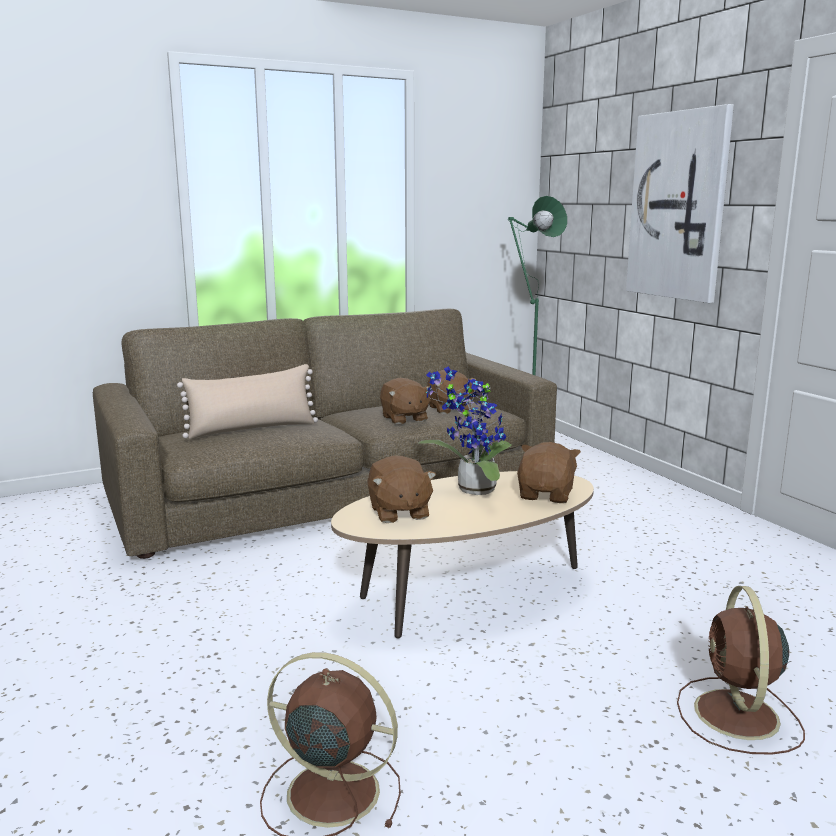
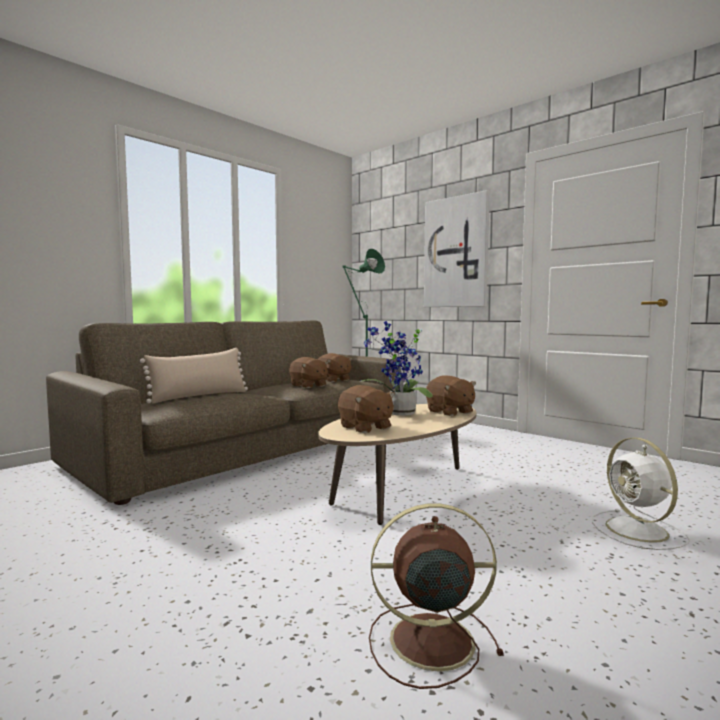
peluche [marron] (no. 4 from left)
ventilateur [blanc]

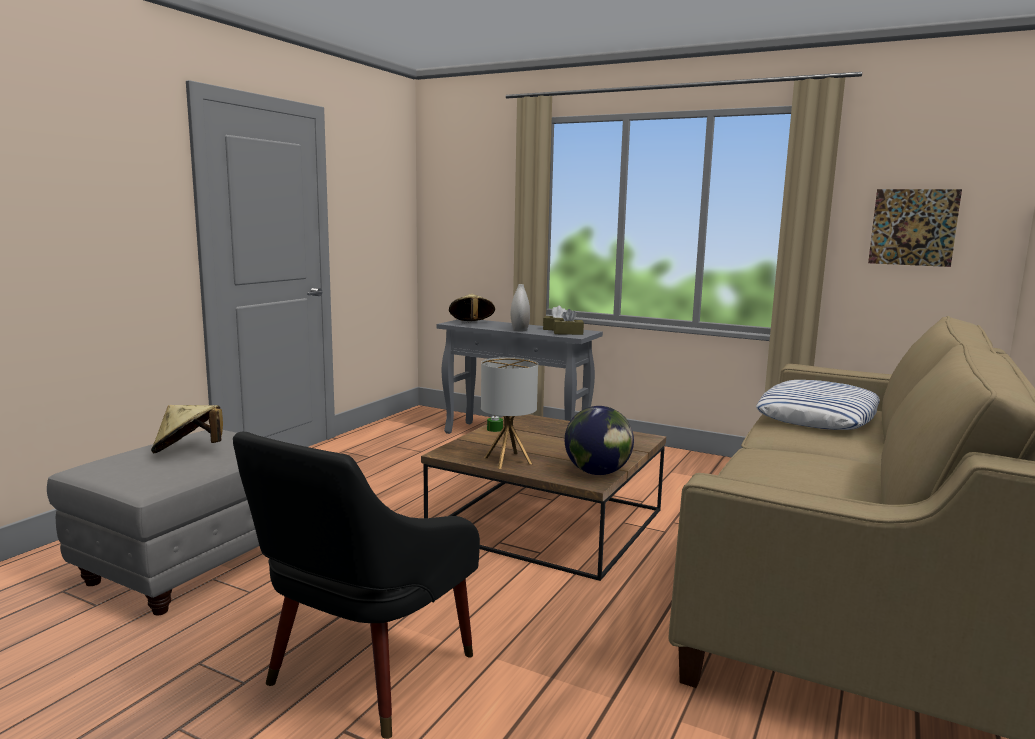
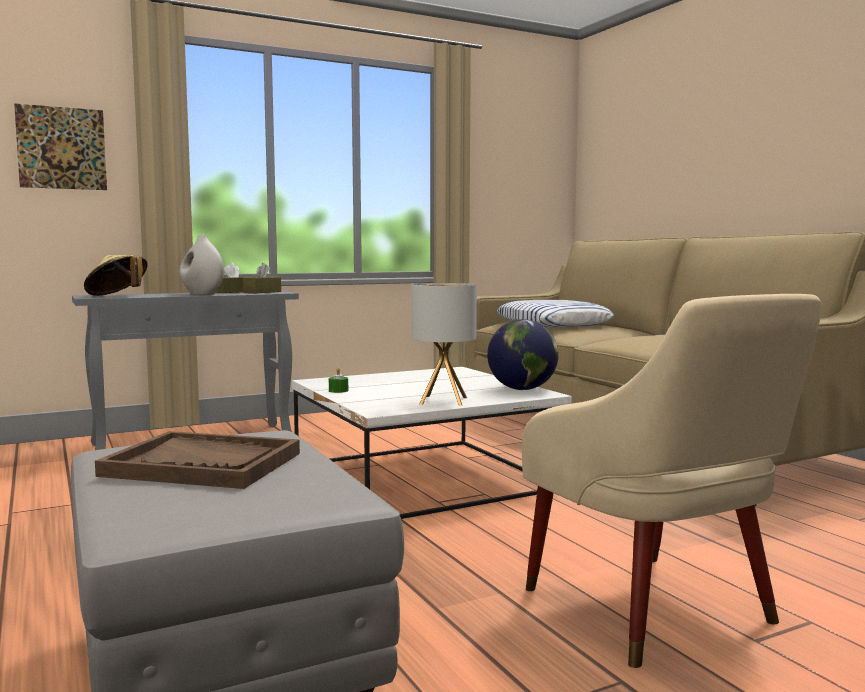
tableau
plateau [marron]
table basse [blanc]
fauteuil [beige]

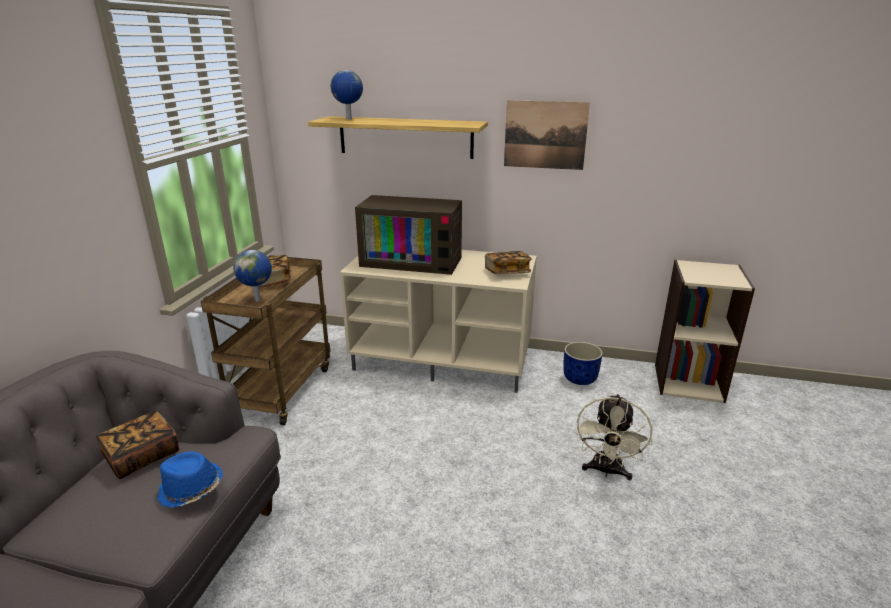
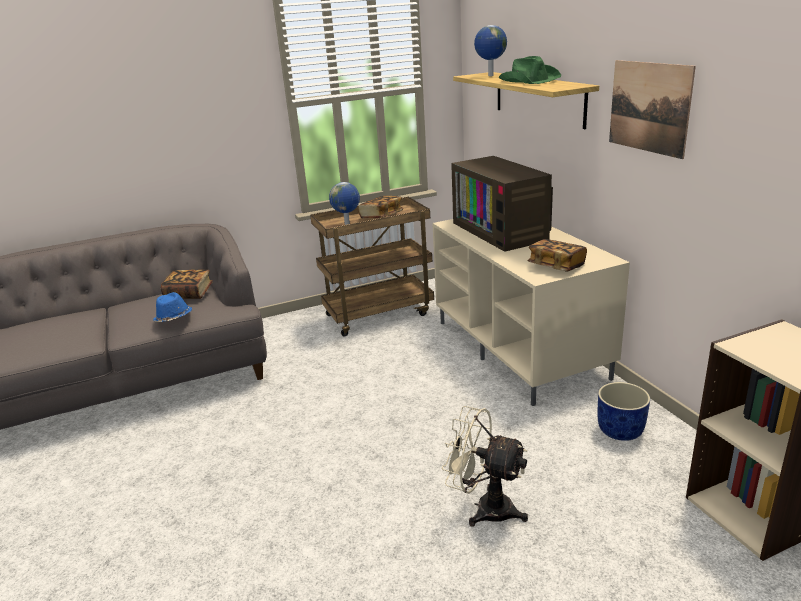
ventilateur [beige]
chapeau [vert]

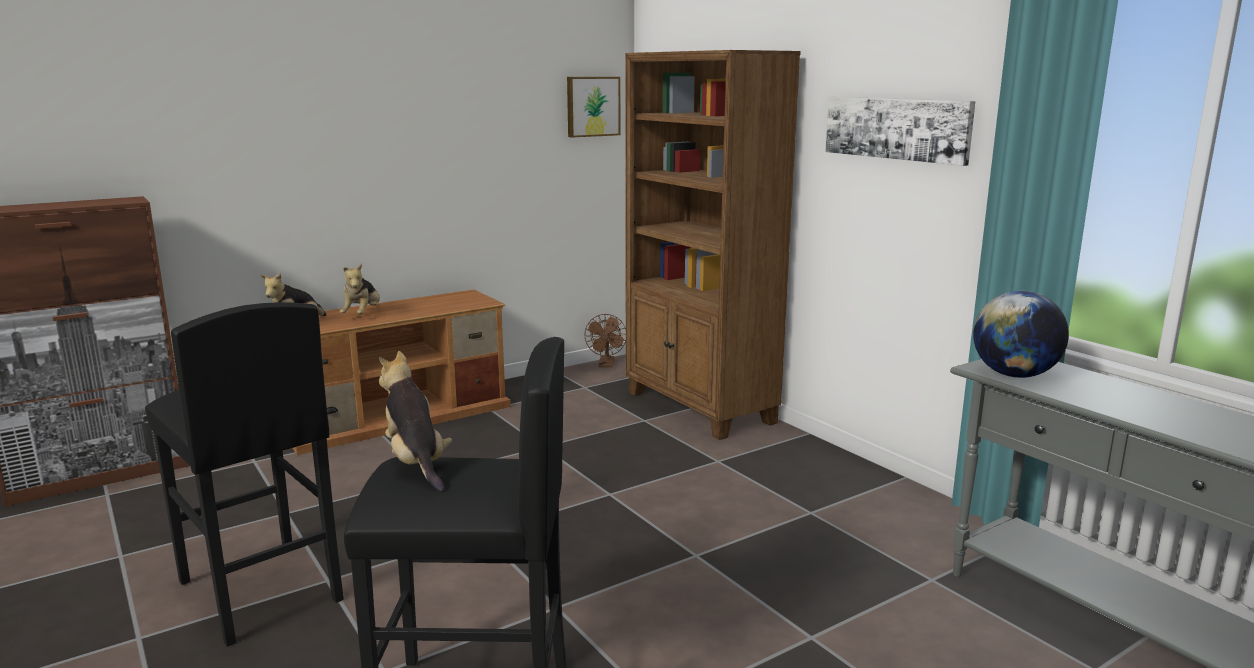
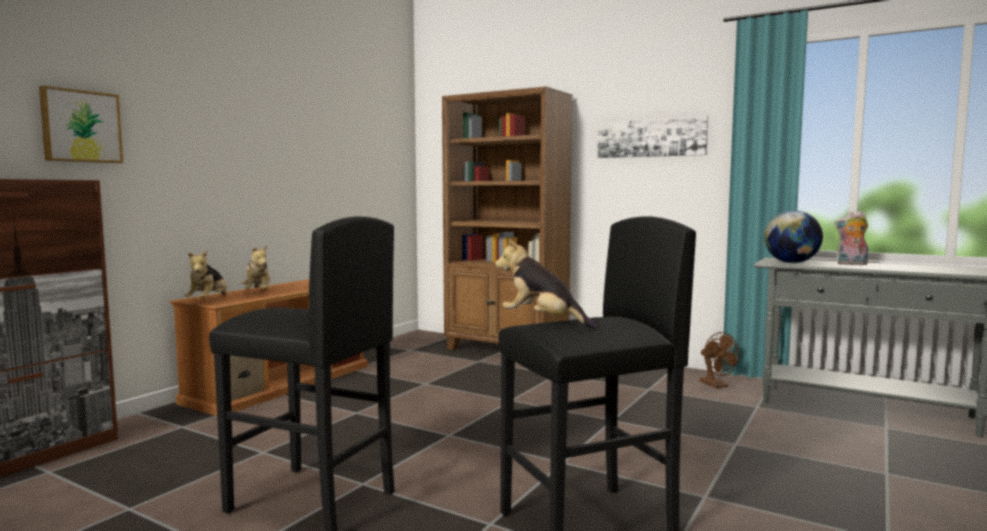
tableau (no. 1 from left)
ventilateur [marron]
peluche (no. 4 from left)

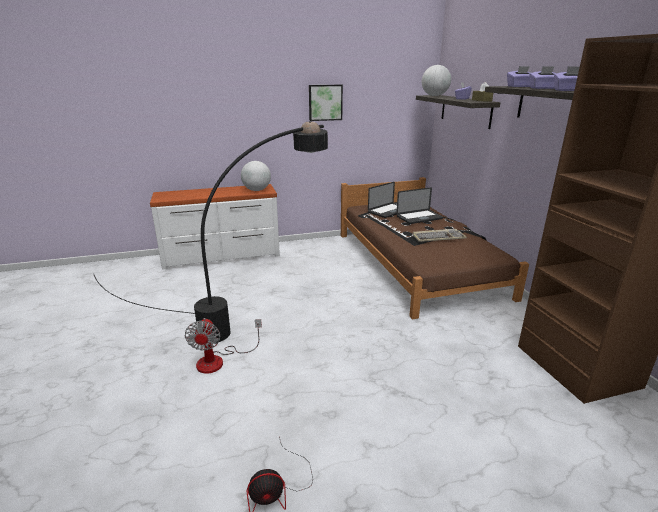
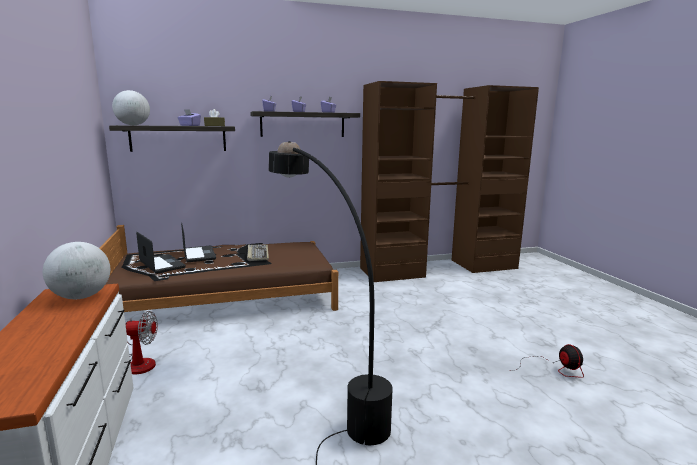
ventilateur (no. 1 from left)
tableau

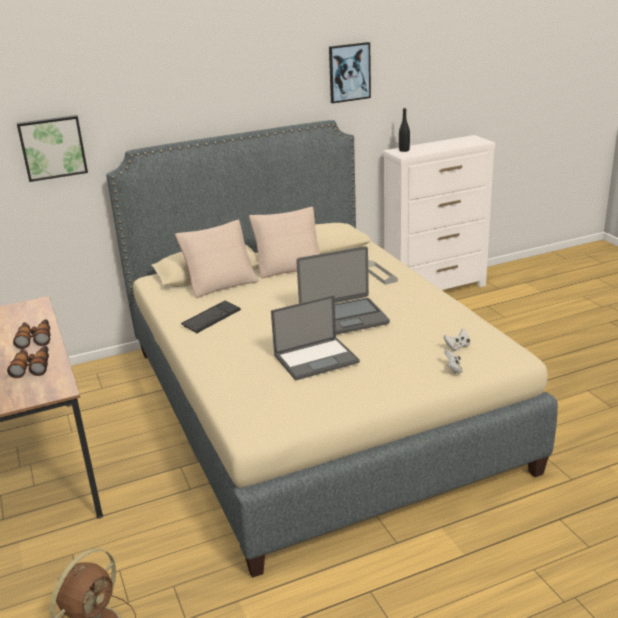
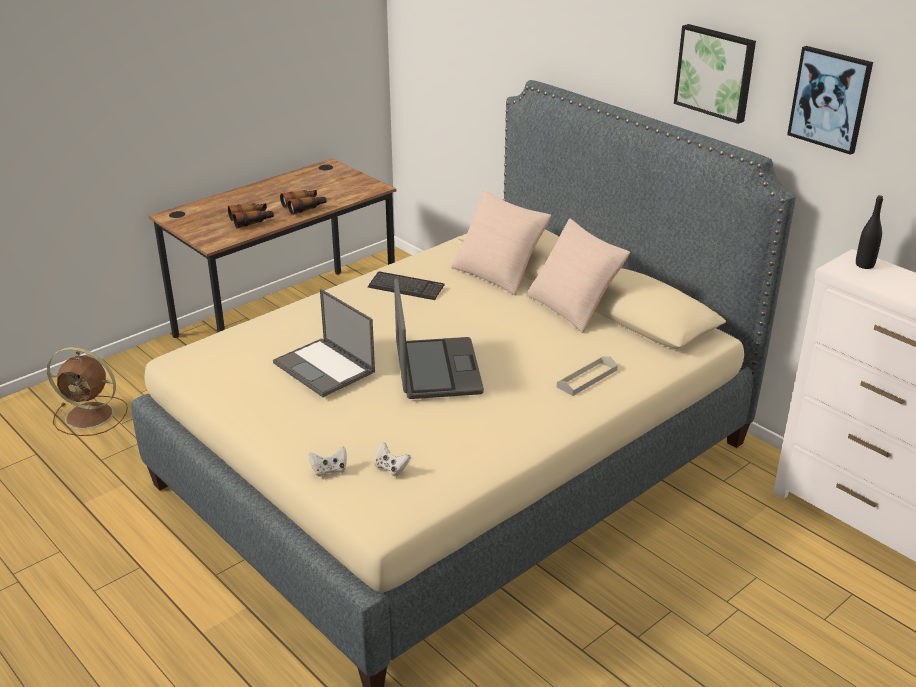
ordinateur portable (no. 2 from left)
tableau (no. 1 from left)

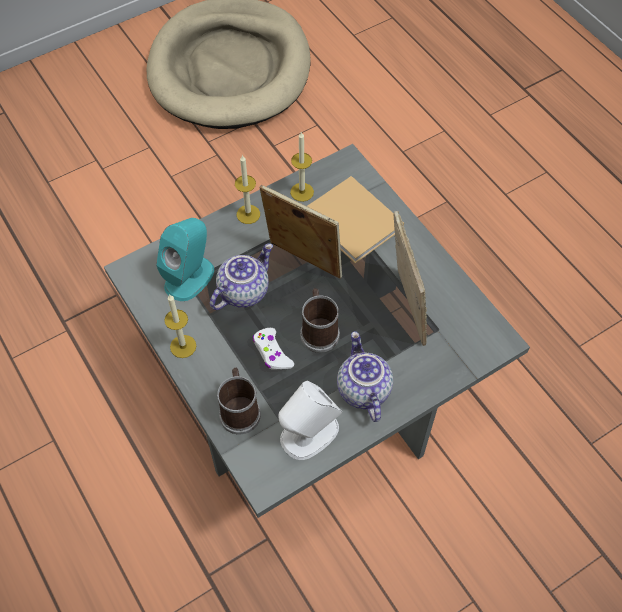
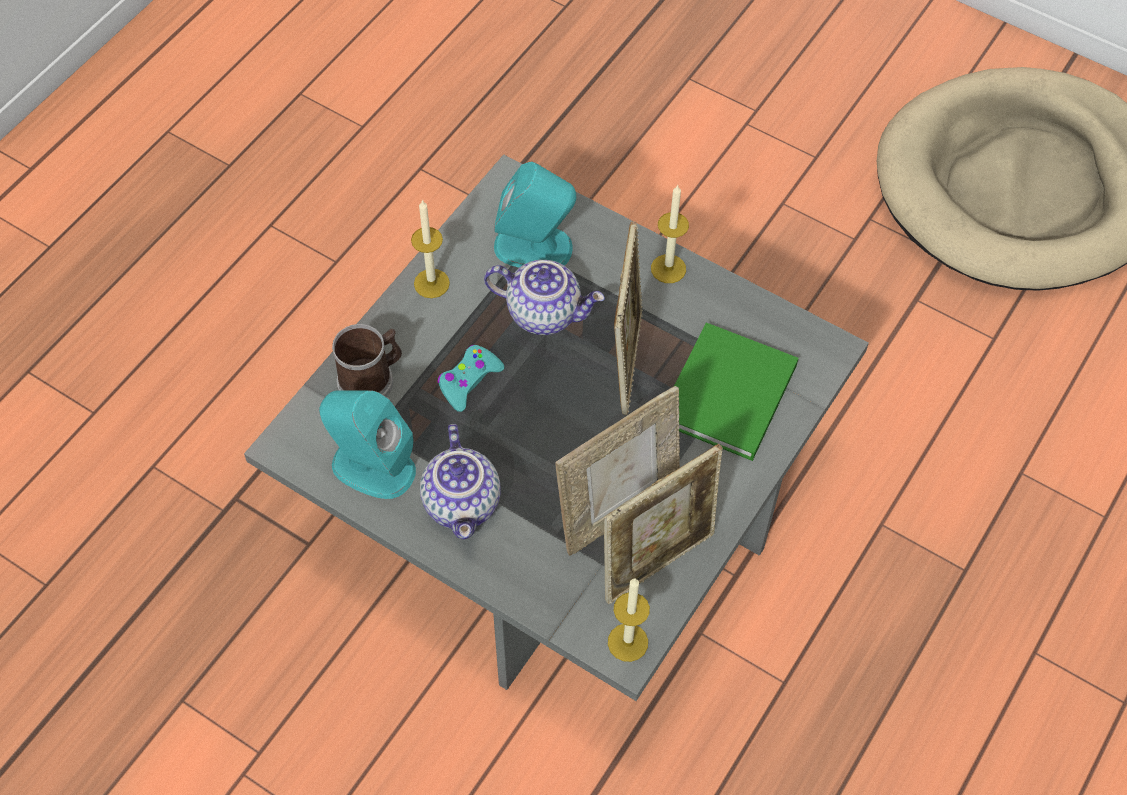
enceinte [turquoise] (no. 1 from left)
théière (no. 1 from left)
manette [turquoise]
cadre photo (no. 3 from left)
bougie (no. 2 from left)
livre [vert]
mug (no. 2 from left in the first image)

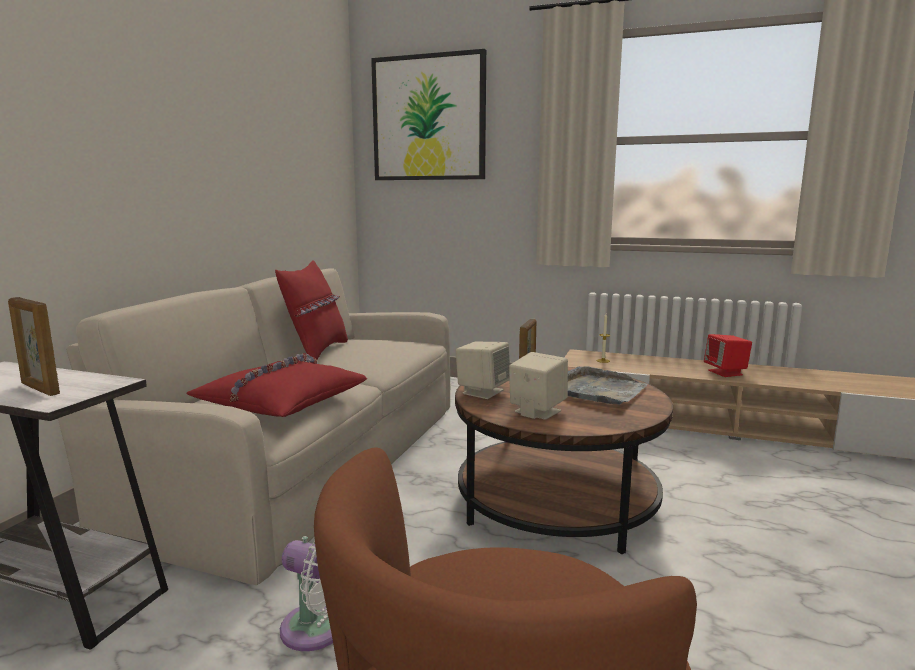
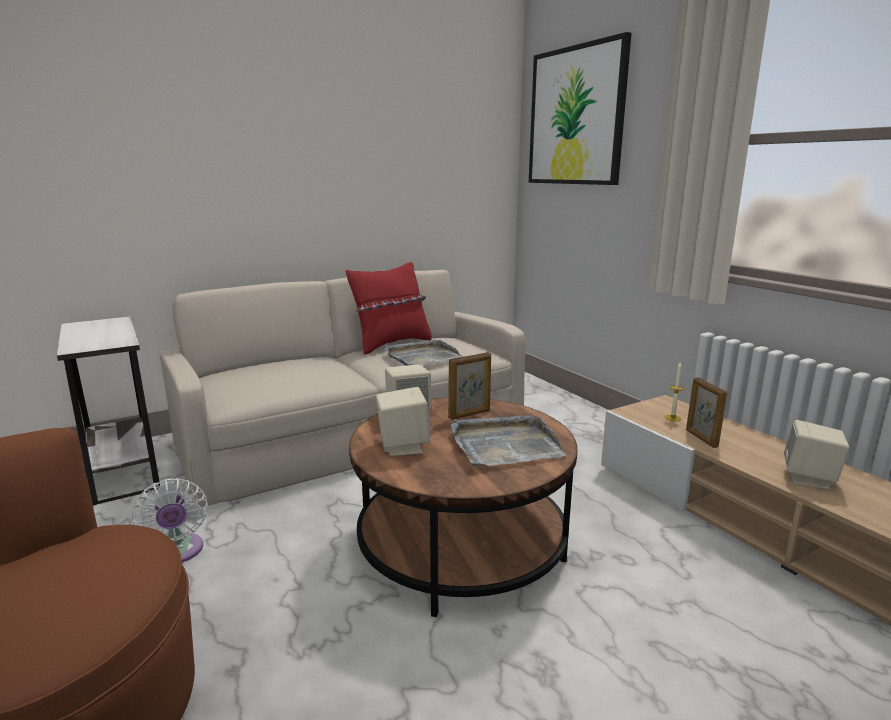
plateau [gris] (no. 1 from left)
cadre photo (no. 2 from left)
enceinte [beige] (no. 3 from left)
coussin [rouge] (no. 1 from left in the first image)

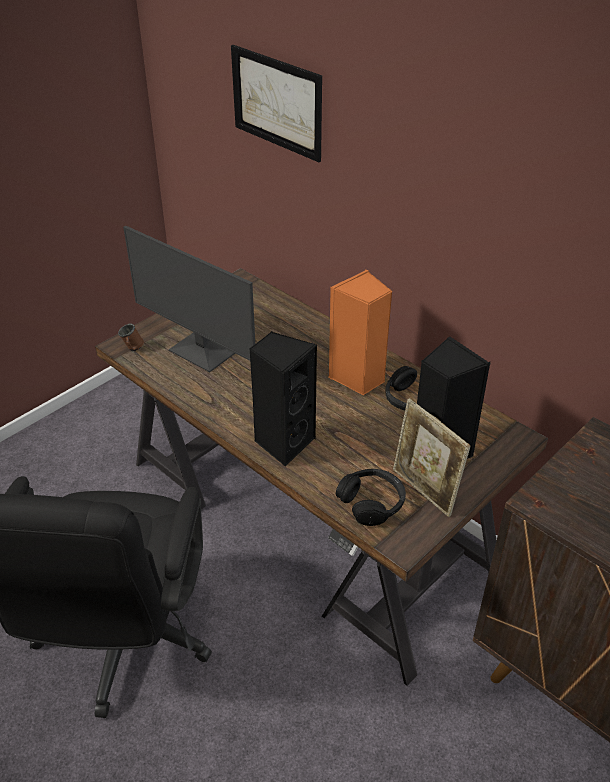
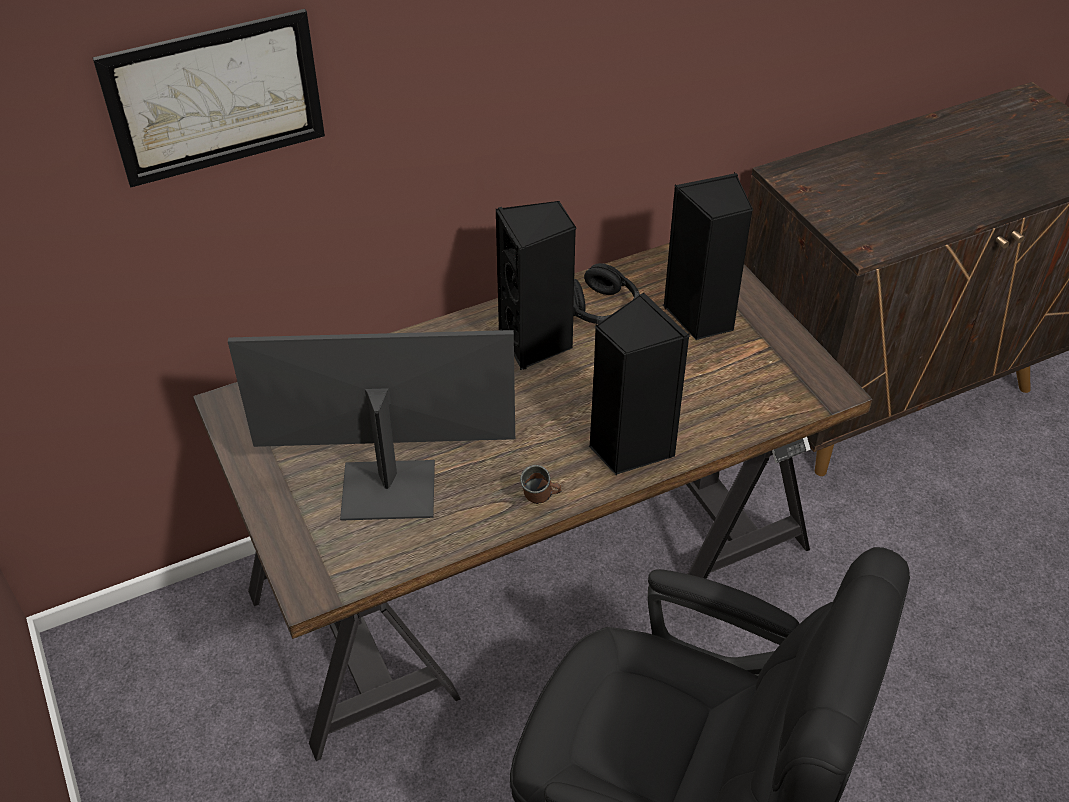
écran d'ordinateur
enceinte [noir] (no. 1 from left)
mug [marron]
casque audio [noir] (no. 1 from left in the first image)
cadre photo

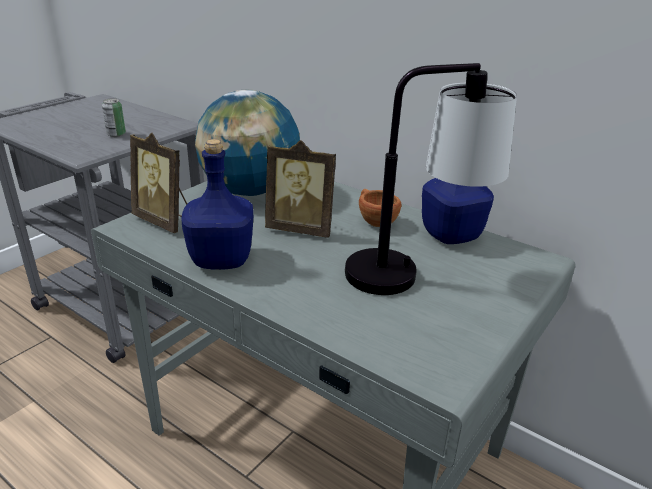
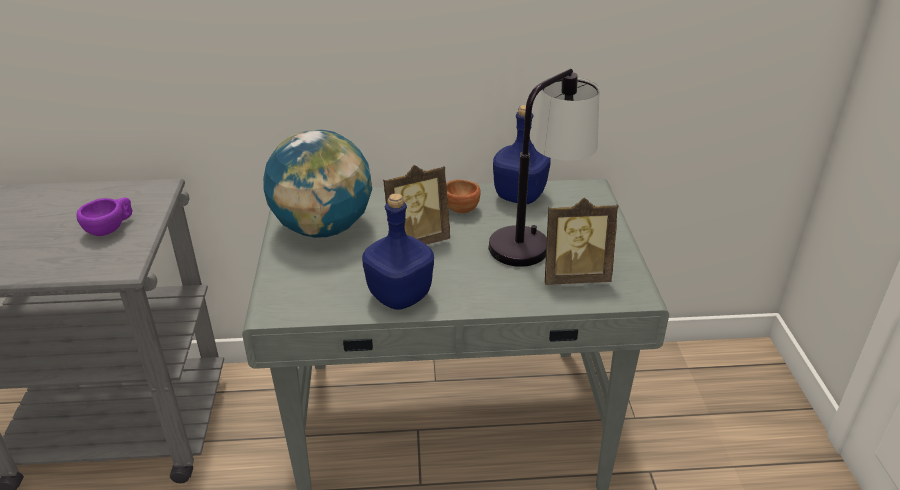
tasse [violet]
cadre photo (no. 2 from left)

